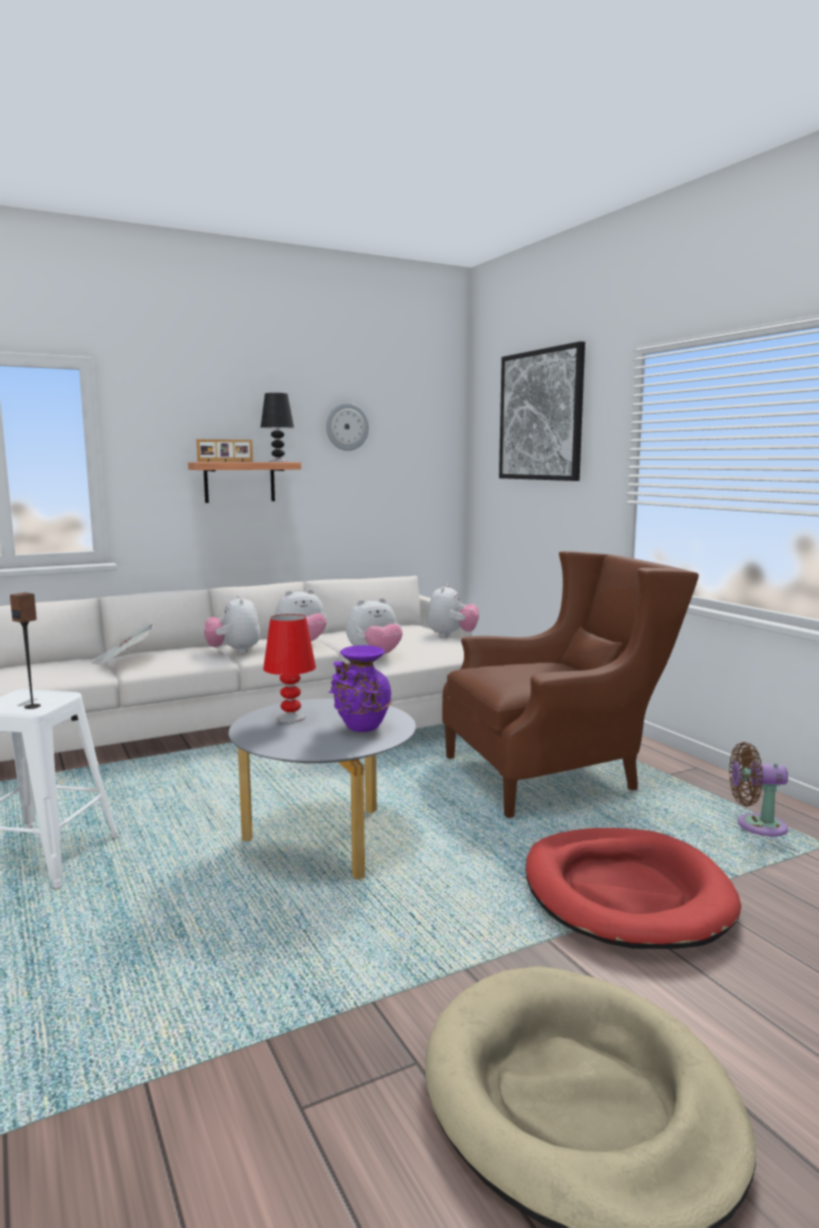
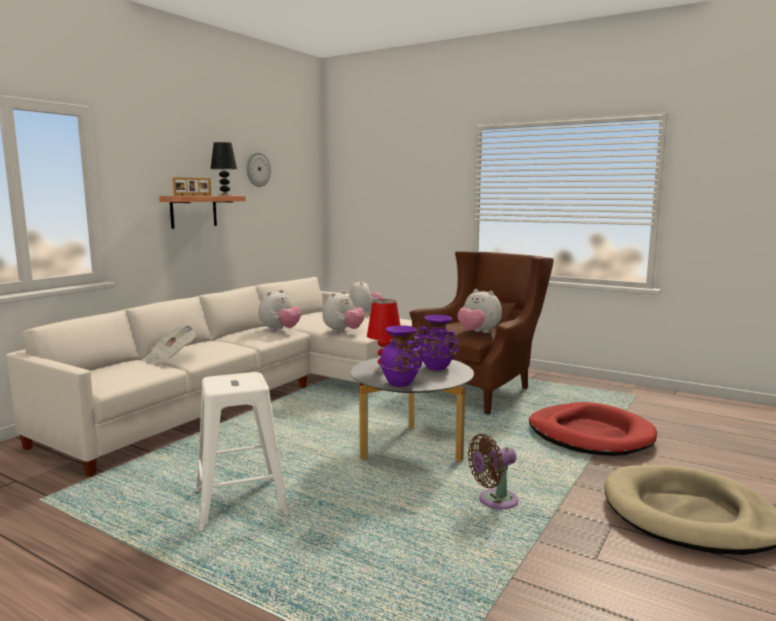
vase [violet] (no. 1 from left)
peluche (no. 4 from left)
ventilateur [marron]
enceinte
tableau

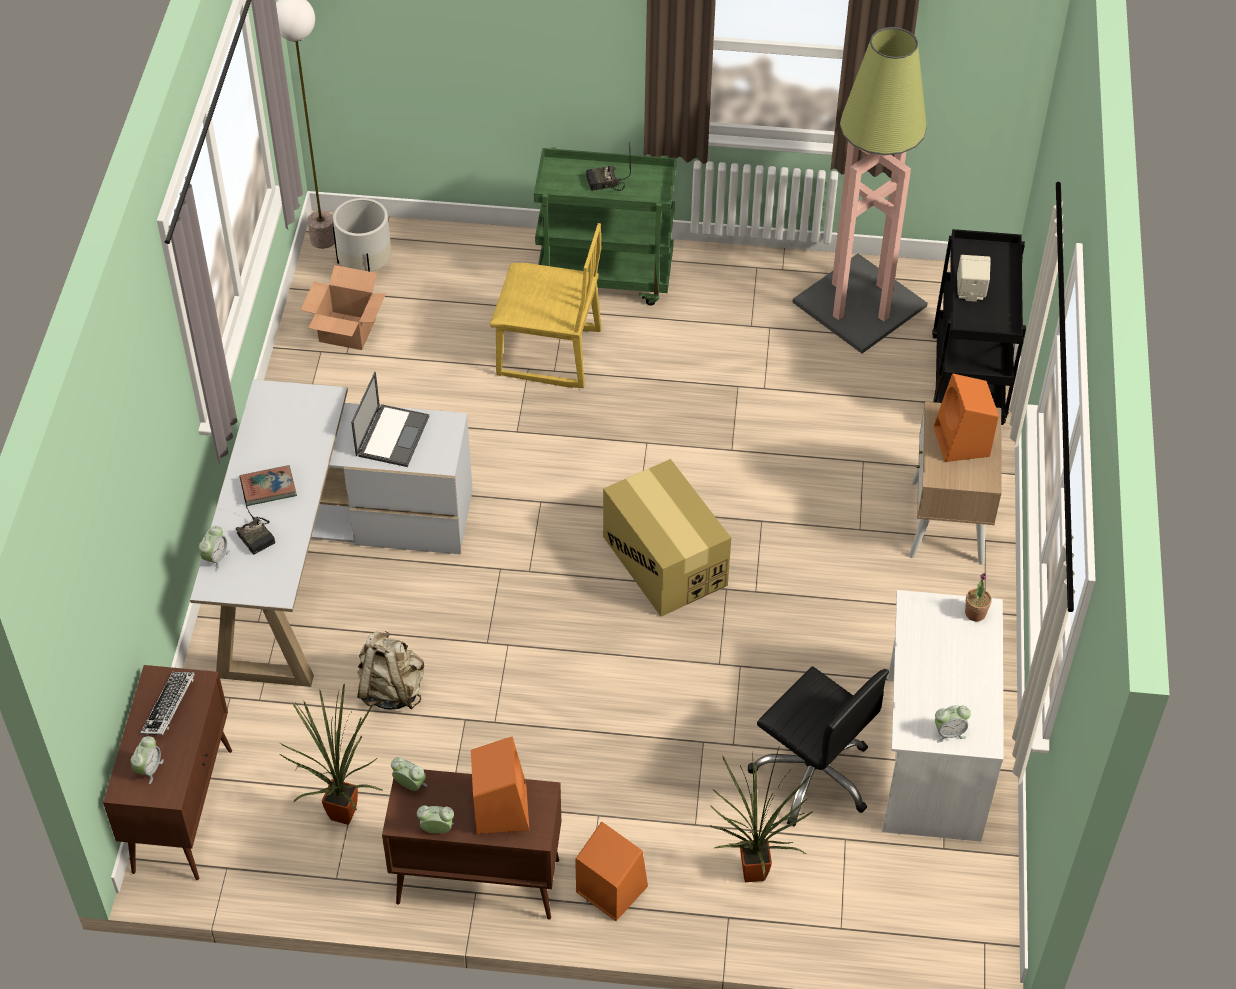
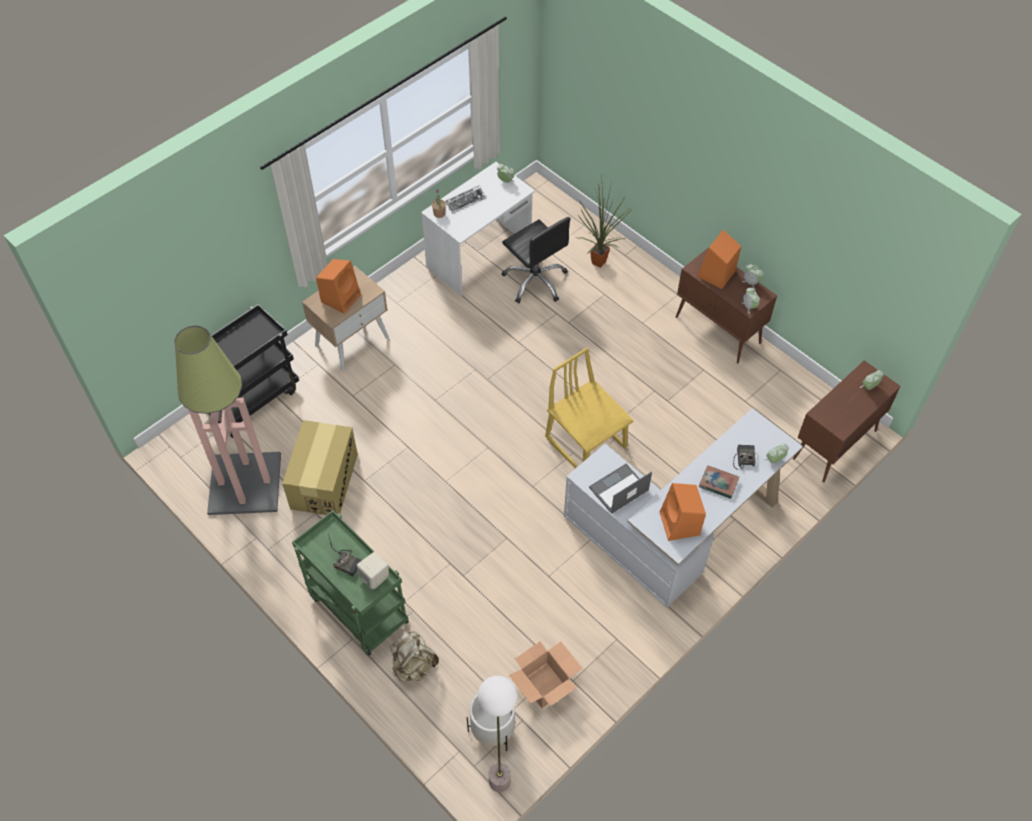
carton (no. 1 from left)
enceinte [beige]
sac à dos [beige]
clavier
chaise de bureau [noir]
chaise [jaune]
enceinte [orange] (no. 2 from left)
plante en pot (no. 1 from left in the first image)

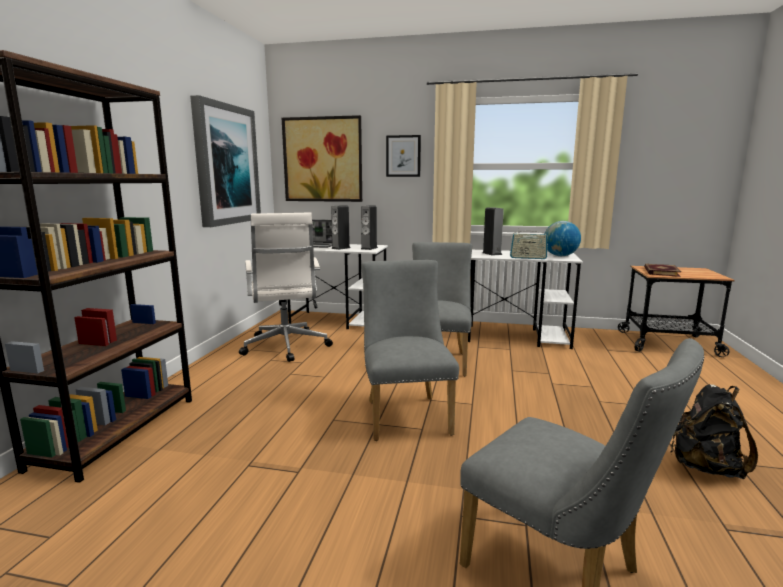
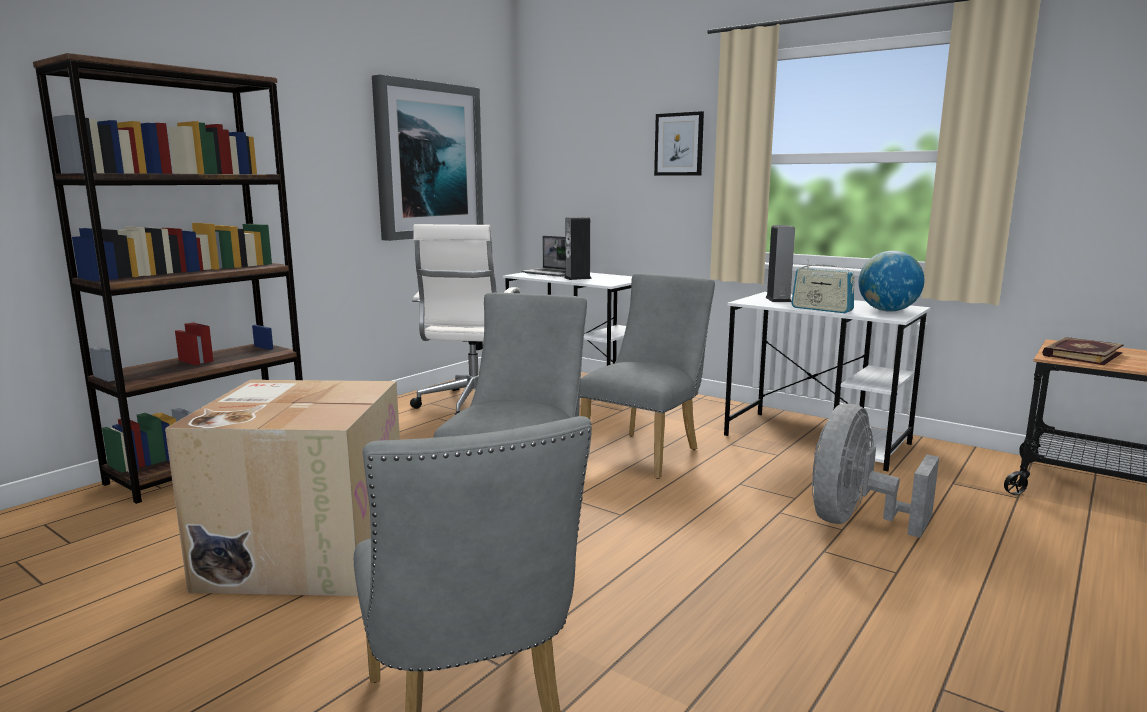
carton
ventilateur [gris]
tableau (no. 2 from left in the first image)
enceinte (no. 2 from left in the first image)
sac à dos [noir]

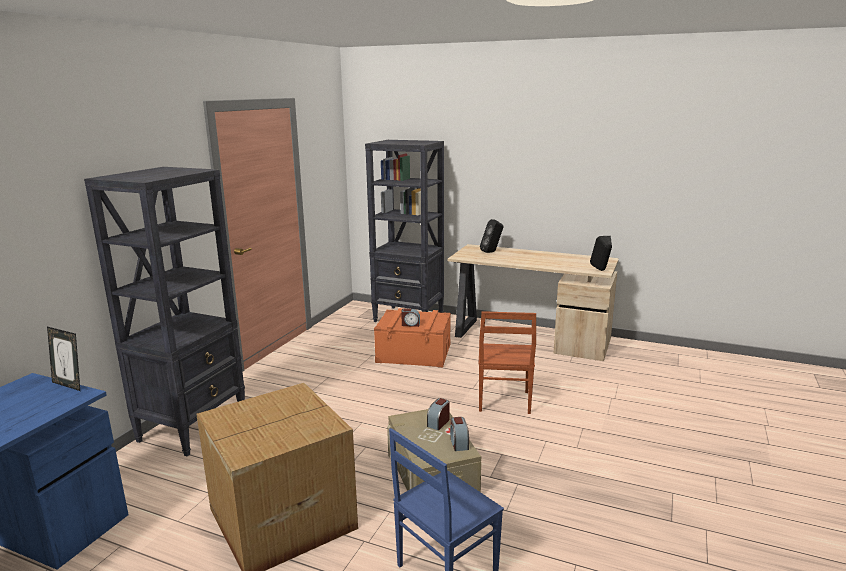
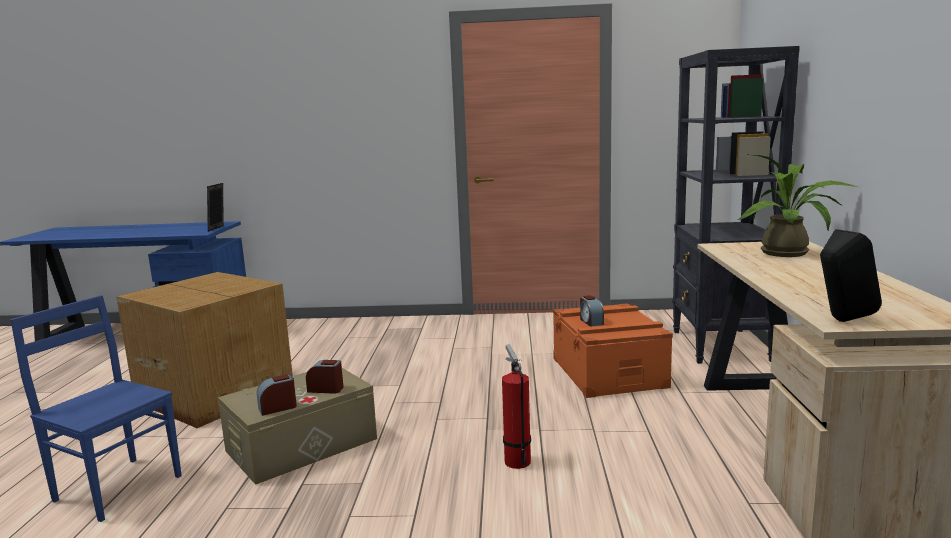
extincteur
plante en pot
bibliothèque [noir] (no. 1 from left in the first image)

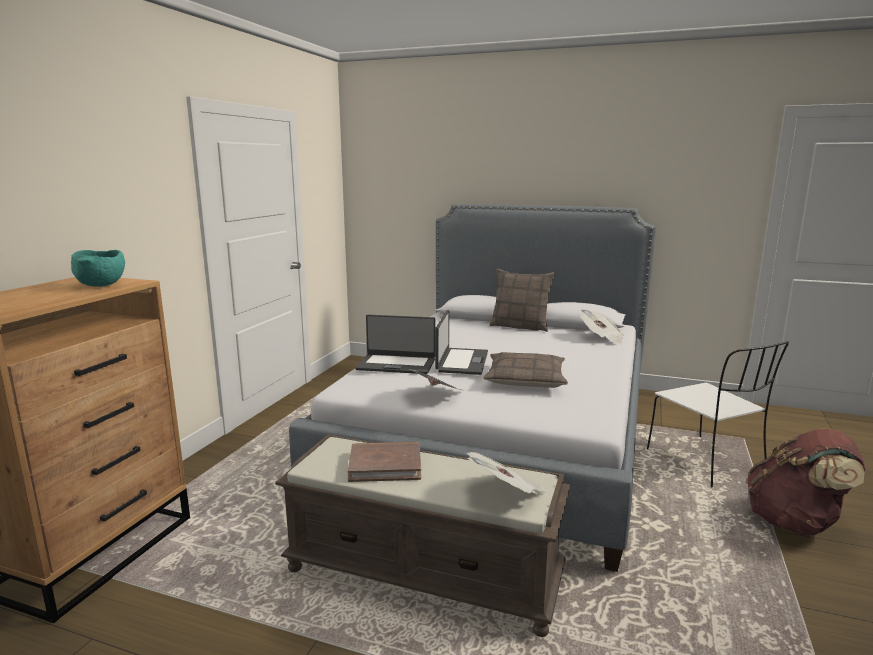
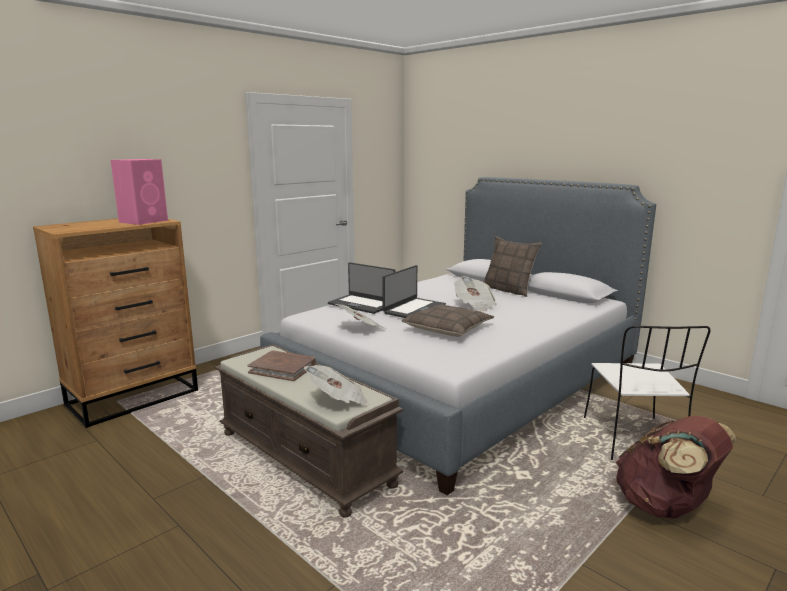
enceinte [rose]
journal (no. 3 from left)

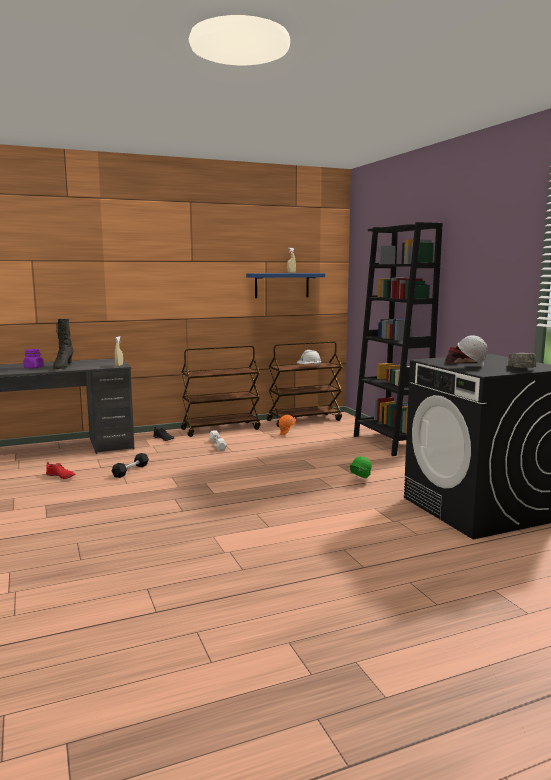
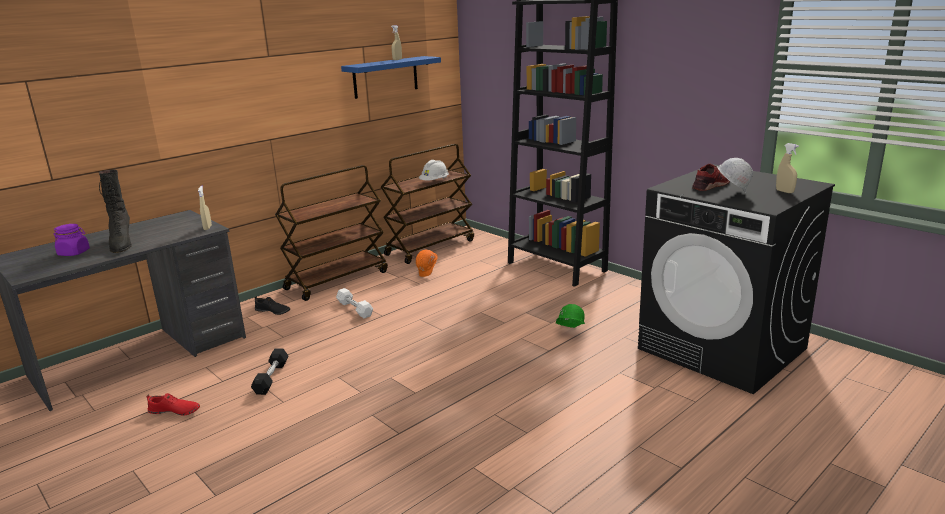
vaporisateur [beige] (no. 3 from left)

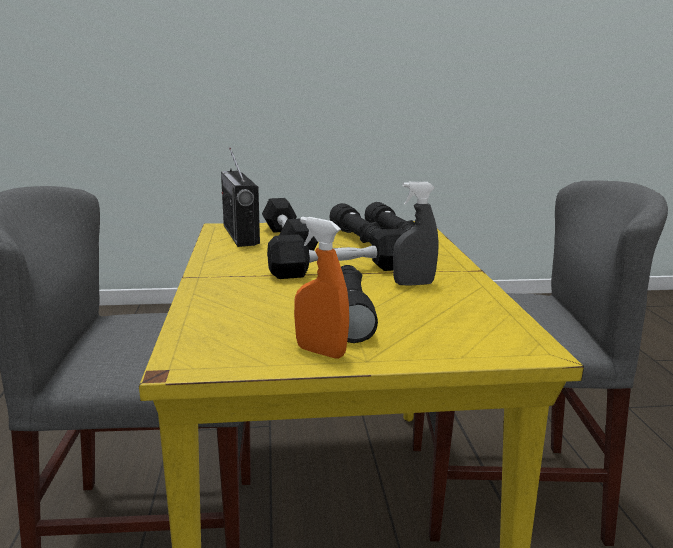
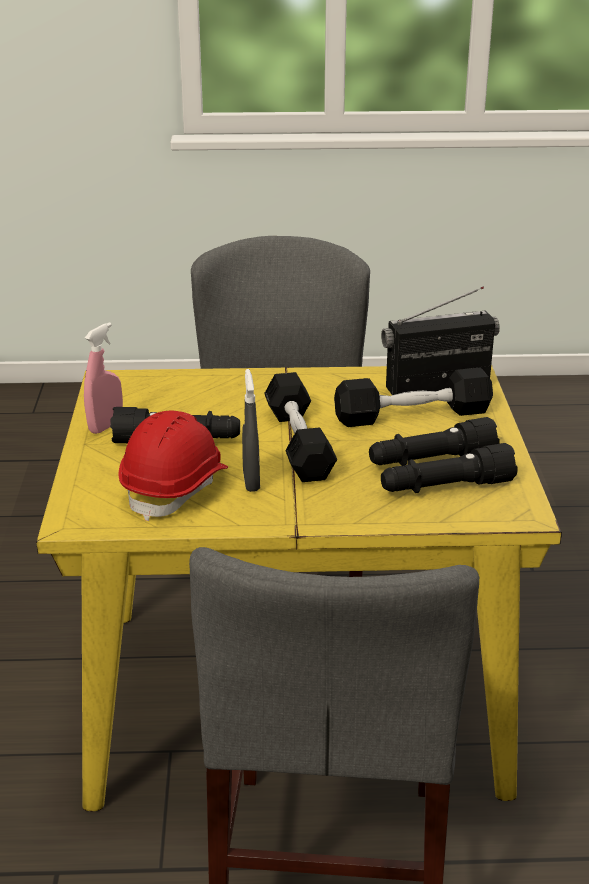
vaporisateur [rose]
casque de chantier [rouge]

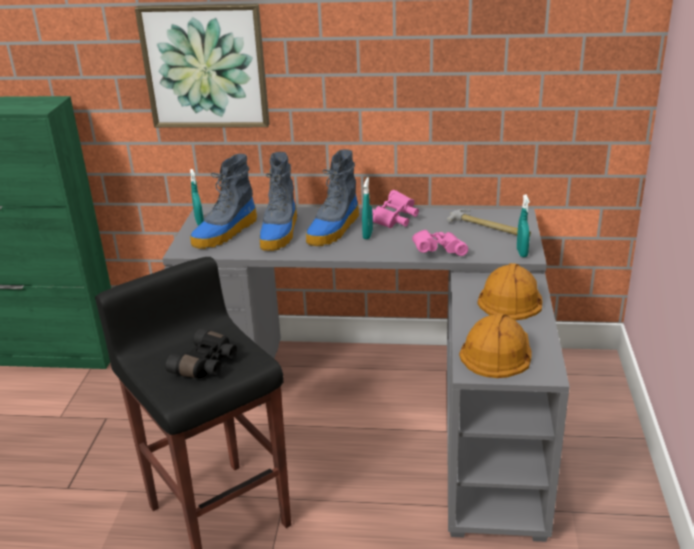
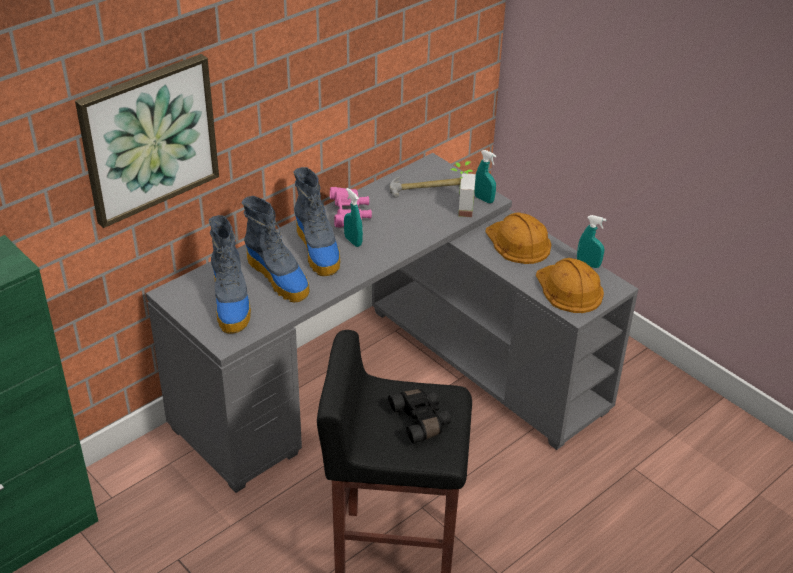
plante en pot
vaporisateur [turquoise] (no. 3 from left)
jumelles [rose] (no. 2 from left in the first image)

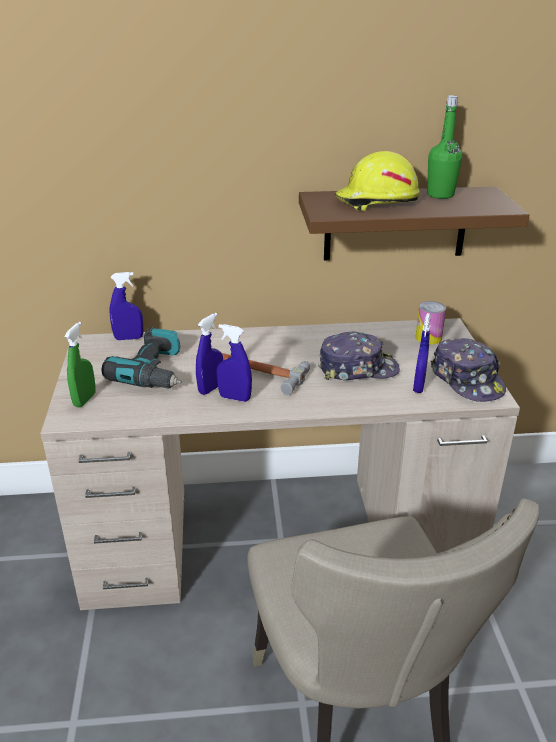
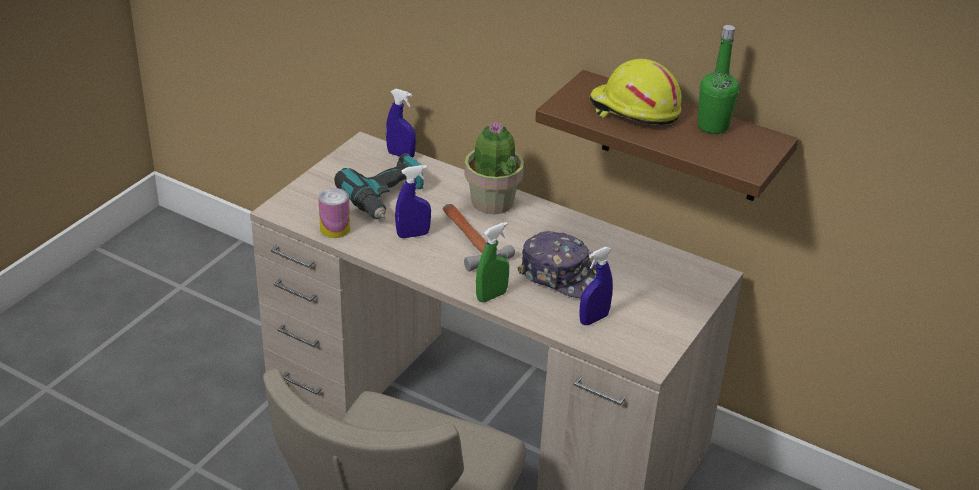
boîte métallique
plante en pot
vaporisateur [vert]
vaporisateur [bleu] (no. 3 from left in the first image)
casquette (no. 2 from left in the first image)

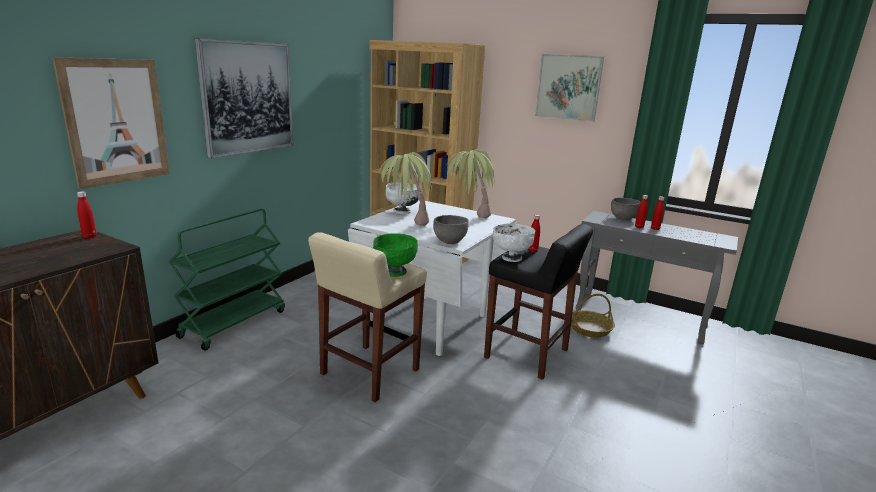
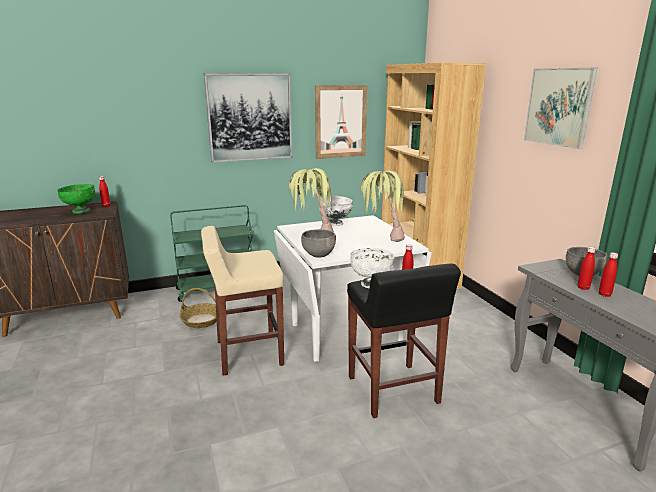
bol [vert]
panier
tableau (no. 2 from left)

